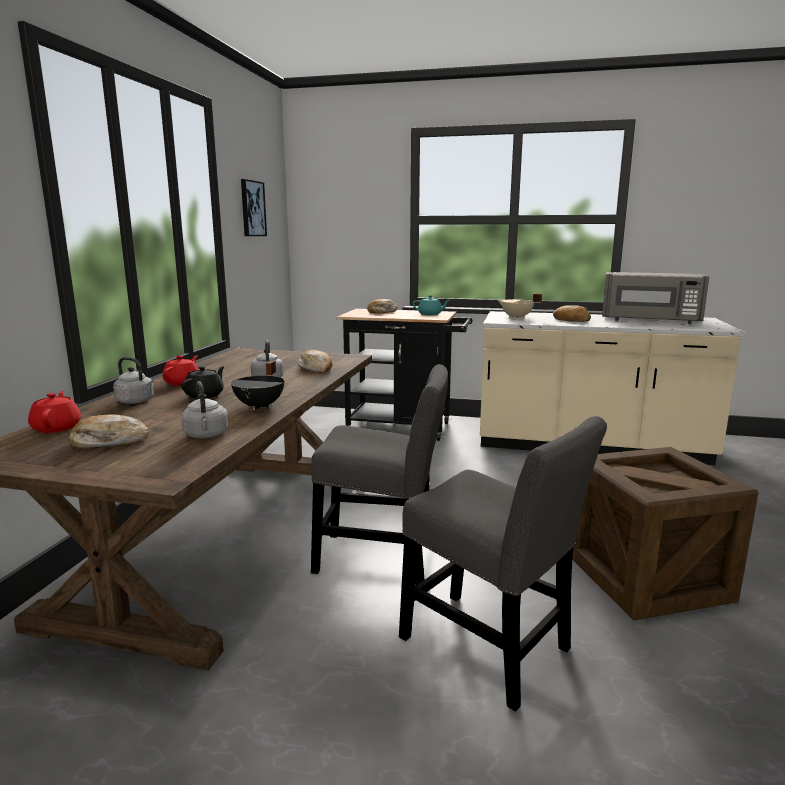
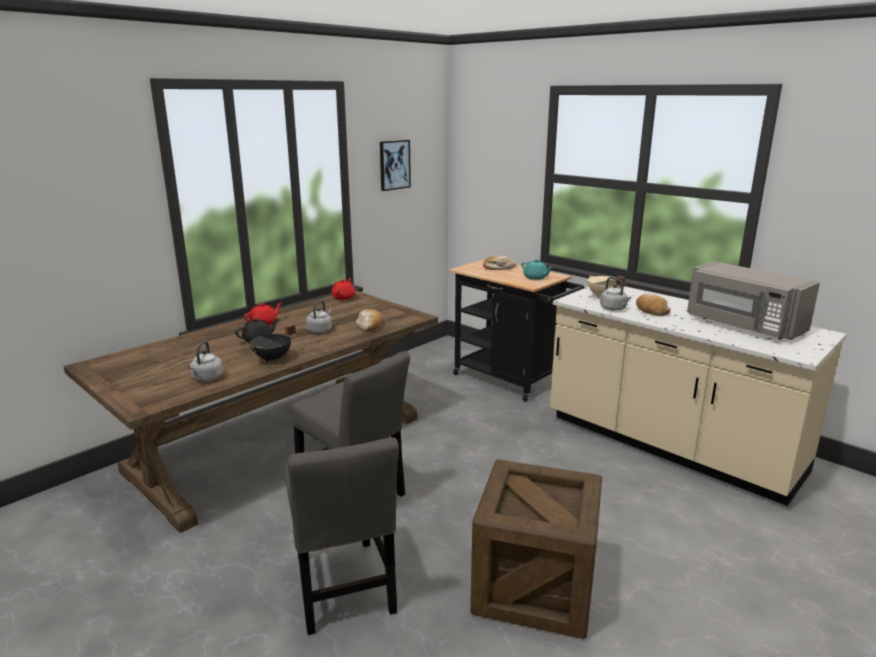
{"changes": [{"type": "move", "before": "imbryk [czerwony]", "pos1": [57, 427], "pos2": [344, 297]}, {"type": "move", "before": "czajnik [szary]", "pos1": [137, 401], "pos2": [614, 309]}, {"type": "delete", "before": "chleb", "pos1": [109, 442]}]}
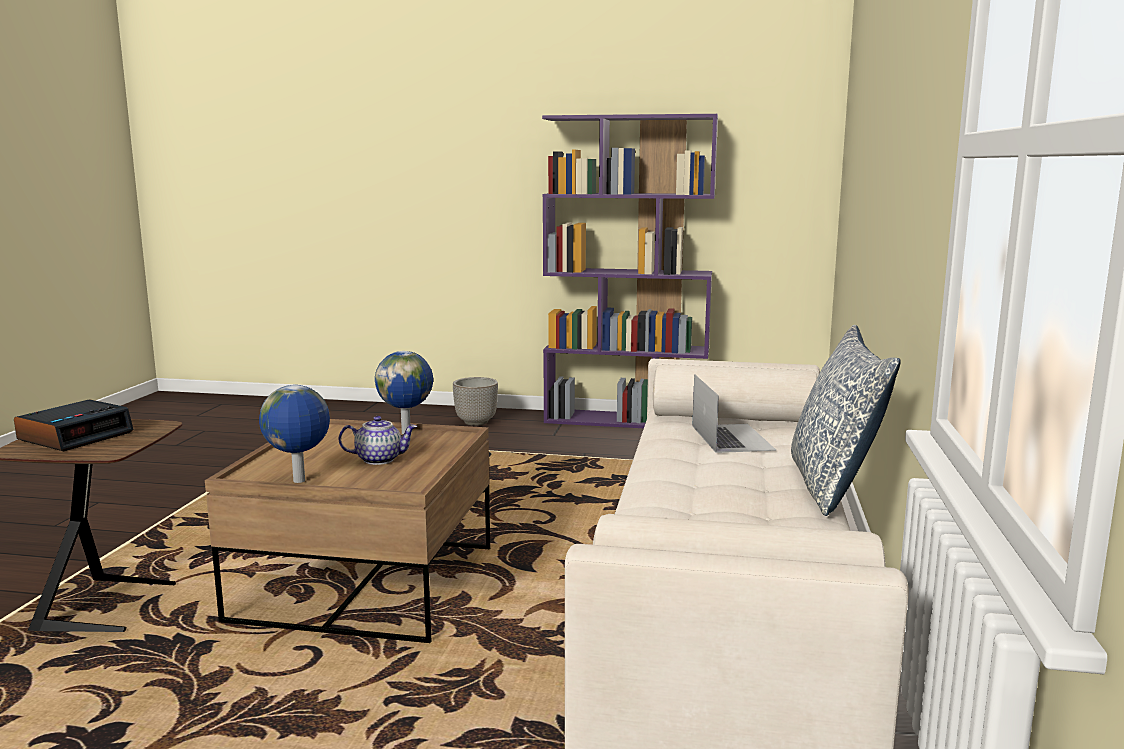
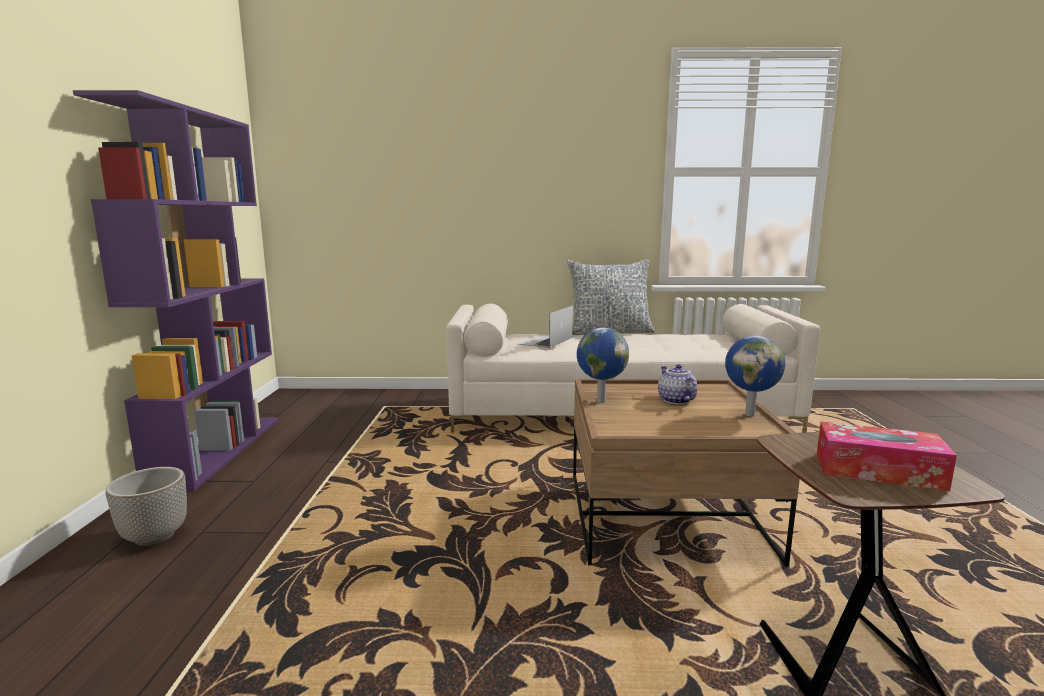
{"changes": [{"type": "rotate", "before": "laptop", "pos1": [731, 437], "pos2": [545, 341], "turn": -45}, {"type": "replace", "before": "budzik", "after": "pudełko chusteczek", "pos1": [76, 436], "pos2": [878, 470]}]}
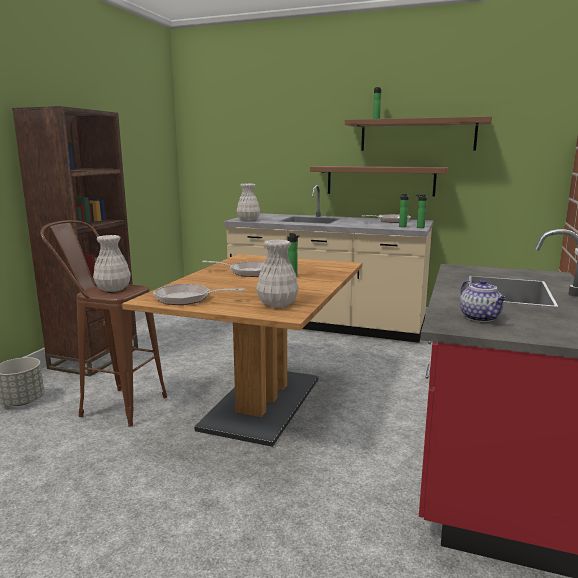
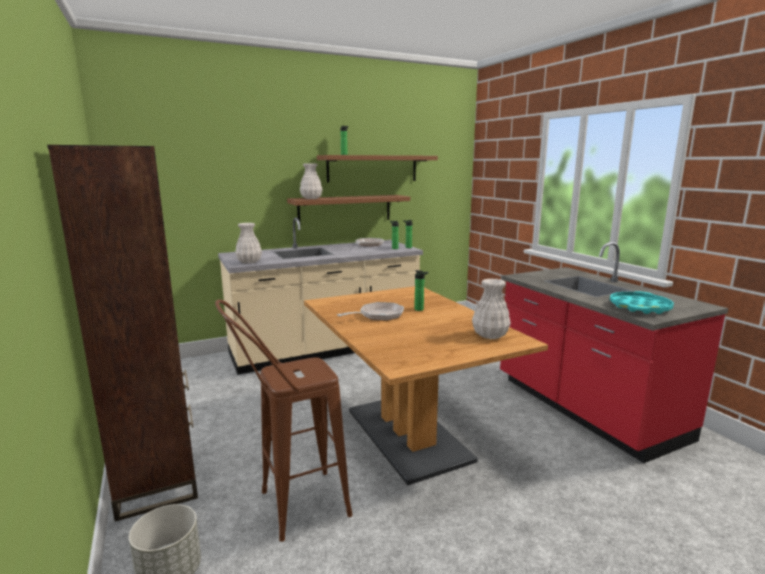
{"changes": [{"type": "move", "before": "wazon [biały]", "pos1": [113, 289], "pos2": [311, 198]}, {"type": "replace", "before": "imbryk", "after": "taca [turkusowy]", "pos1": [480, 318], "pos2": [640, 307]}, {"type": "delete", "before": "patelnia", "pos1": [187, 299]}]}
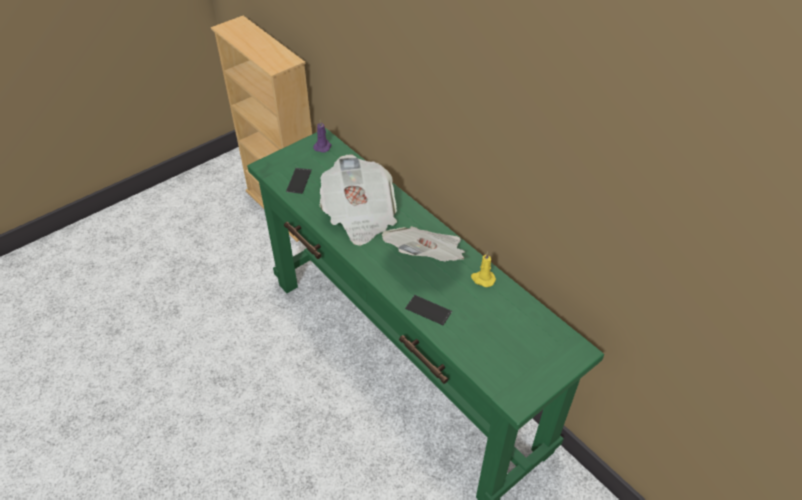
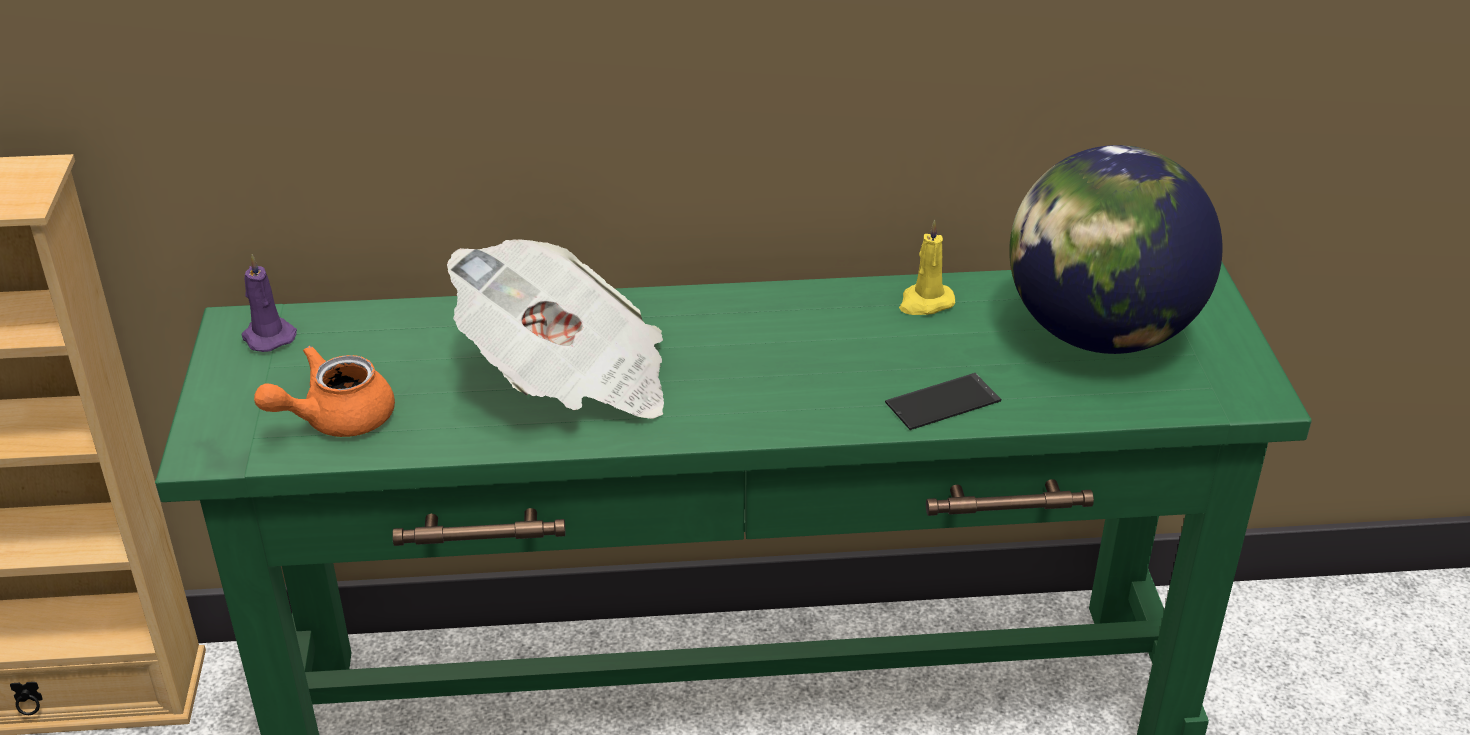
{"changes": [{"type": "replace", "before": "telefon", "after": "imbryk [pomarańczowy]", "pos1": [299, 181], "pos2": [335, 419]}, {"type": "insert", "after": "globus", "pos2": [1099, 334]}, {"type": "delete", "before": "gazeta", "pos1": [427, 258]}]}
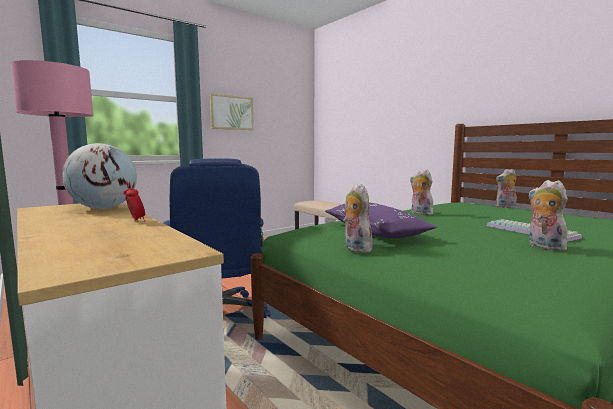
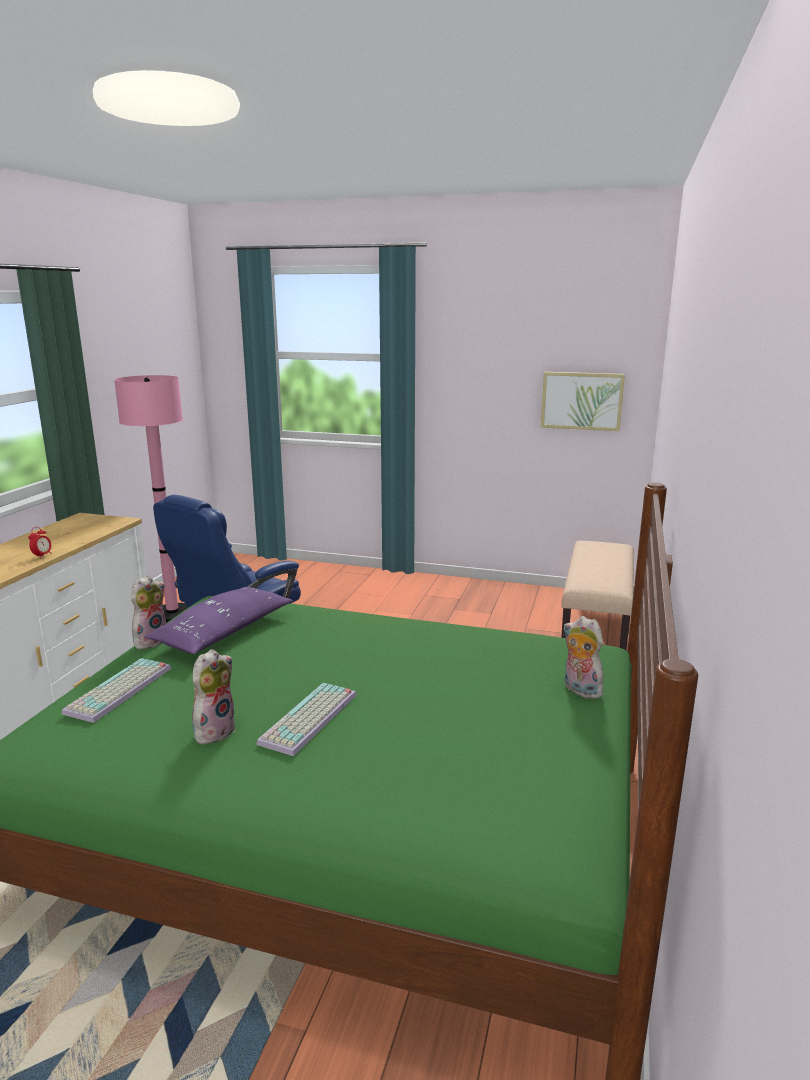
{"changes": [{"type": "insert", "after": "klawiatura", "pos2": [120, 691]}, {"type": "move", "before": "obraz", "pos1": [231, 112], "pos2": [581, 401]}, {"type": "delete", "before": "globus", "pos1": [103, 208]}, {"type": "delete", "before": "pluszak", "pos1": [420, 213]}]}
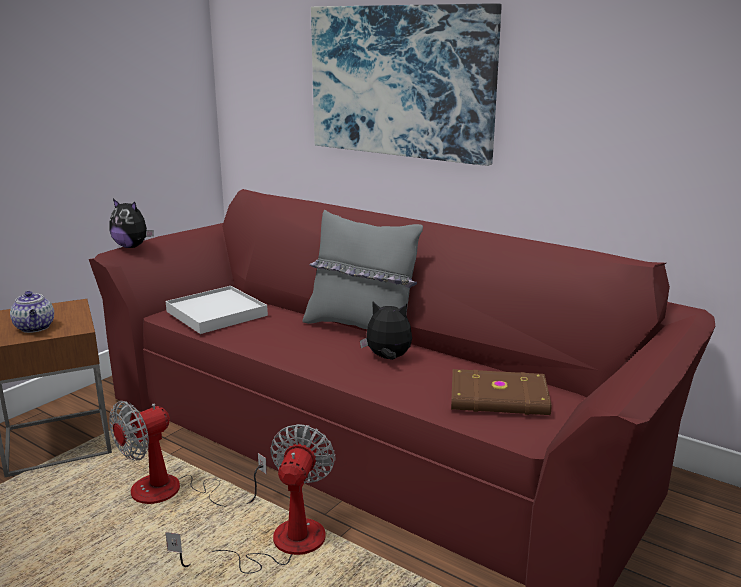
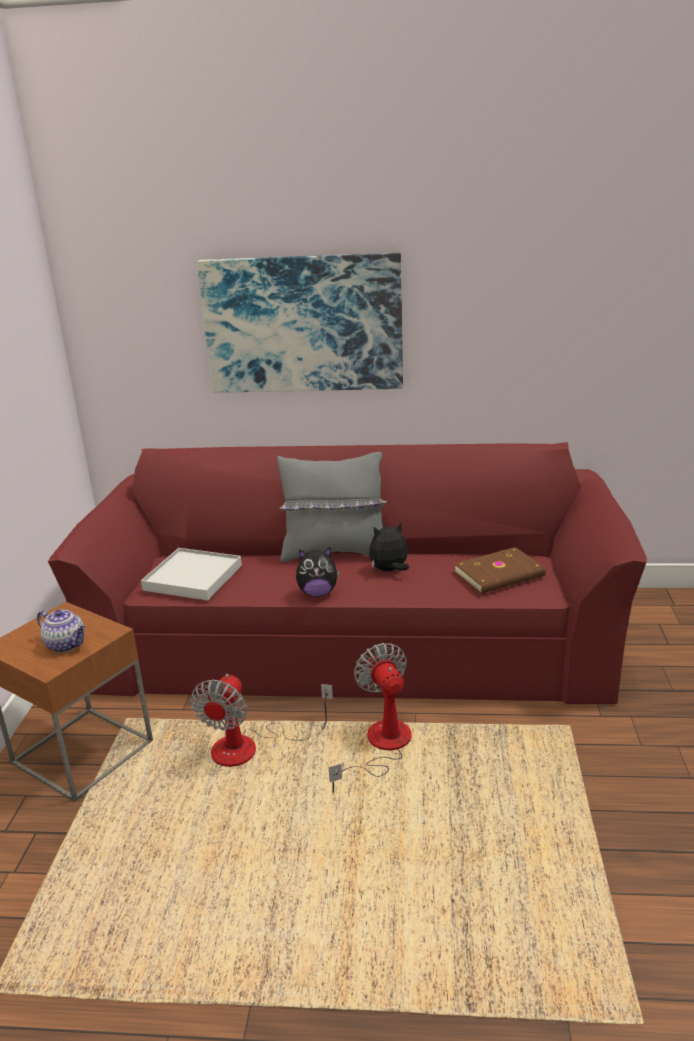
{"changes": [{"type": "move", "before": "pluszak", "pos1": [132, 247], "pos2": [318, 593]}]}
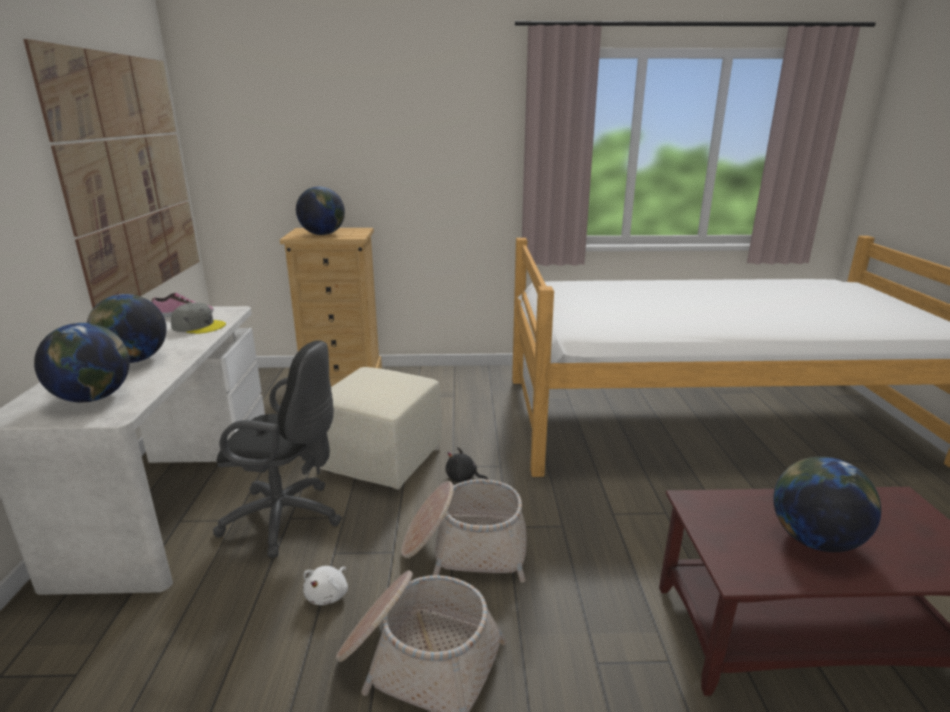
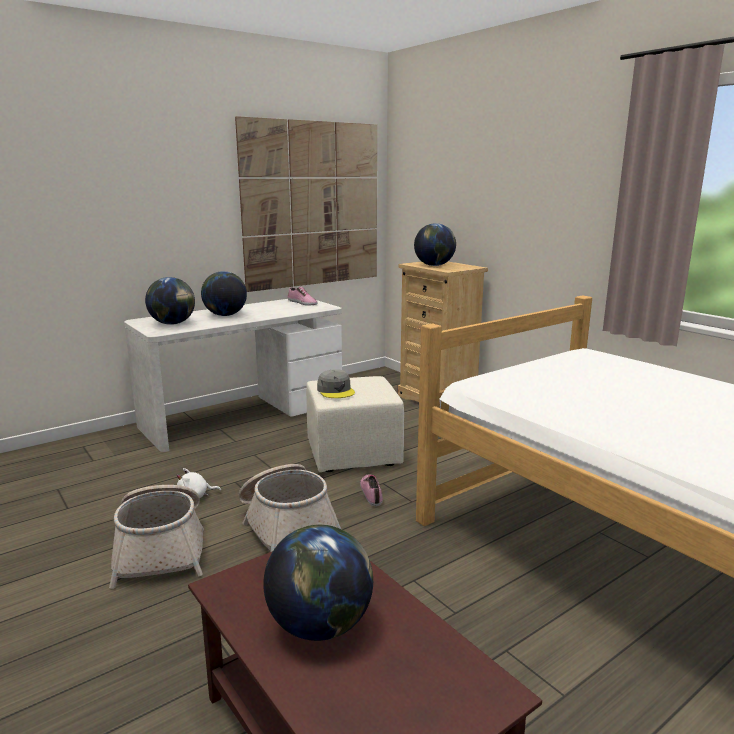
{"changes": [{"type": "move", "before": "czapka z daszkiem [szary]", "pos1": [198, 326], "pos2": [336, 390]}, {"type": "replace", "before": "pluszak [czarny]", "after": "but", "pos1": [463, 478], "pos2": [372, 493]}, {"type": "delete", "before": "krzesło biurowe [czarny]", "pos1": [288, 519]}]}
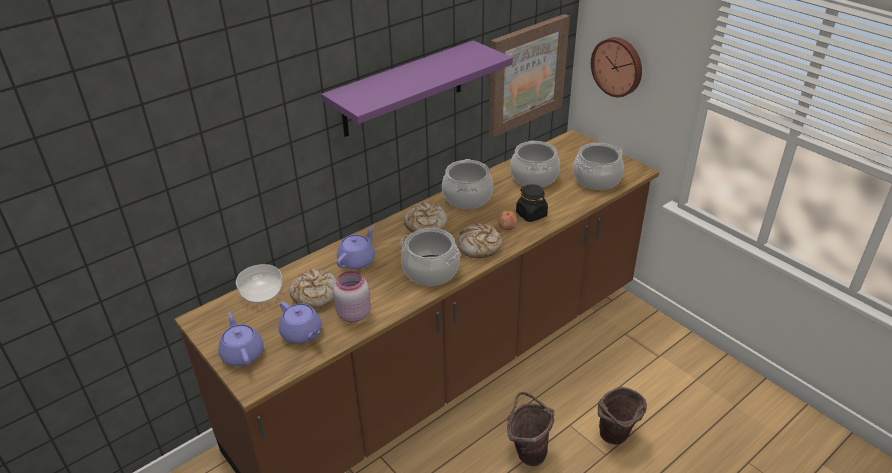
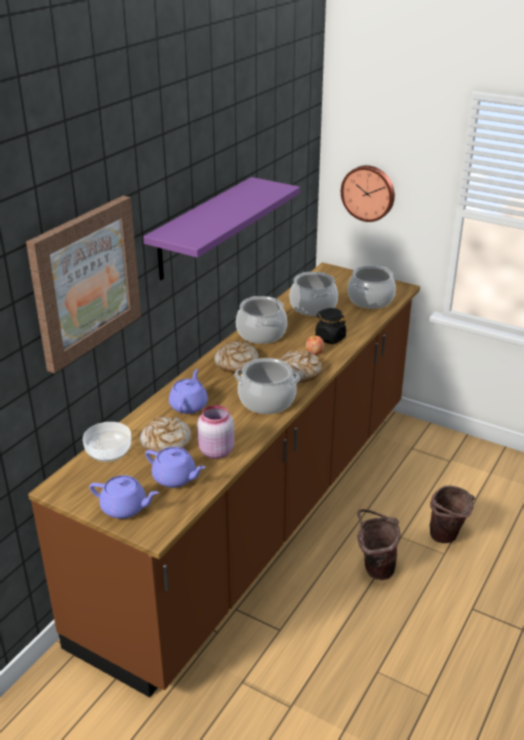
{"changes": [{"type": "move", "before": "obraz", "pos1": [526, 74], "pos2": [85, 281]}, {"type": "rotate", "before": "imbryk [fioletowy]", "pos1": [242, 353], "pos2": [125, 508], "turn": 150}]}
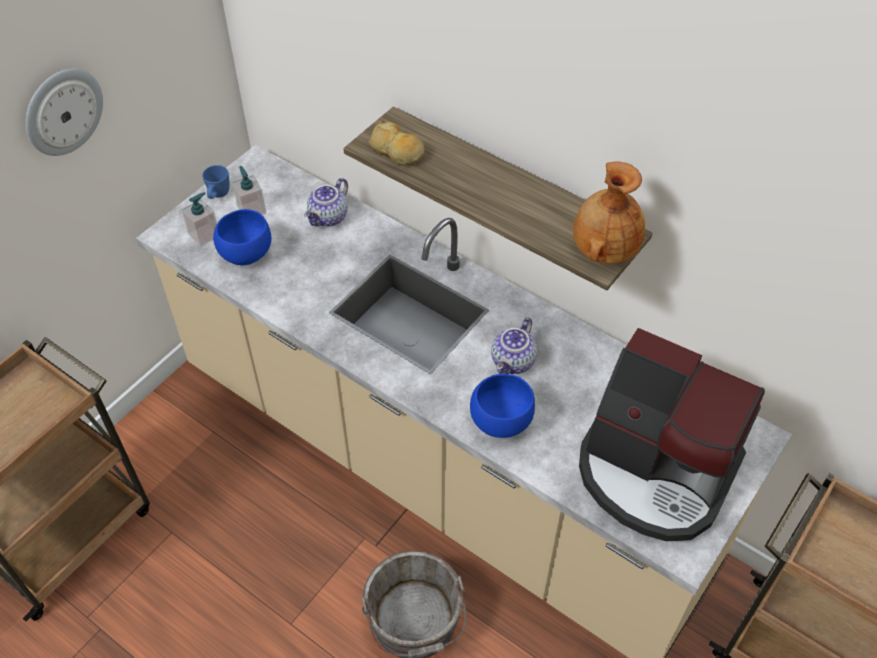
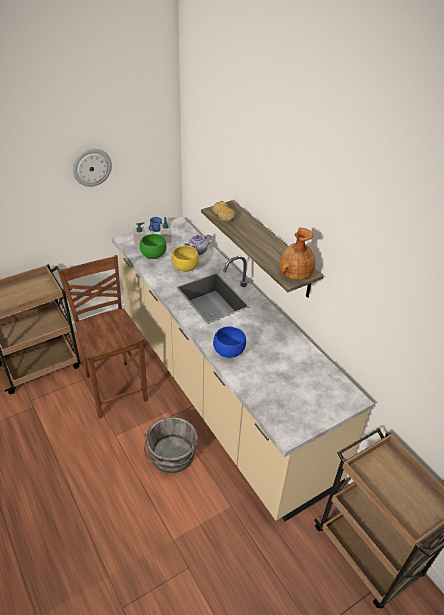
{"changes": [{"type": "insert", "after": "krzesło [brązowy]", "pos2": [115, 387]}, {"type": "recolor", "before": "miska [niebieski]", "after": "miska [zielony]", "pos1": [245, 254], "pos2": [153, 255]}, {"type": "insert", "after": "miska [żółty]", "pos2": [186, 268]}, {"type": "delete", "before": "imbryk", "pos1": [514, 362]}, {"type": "delete", "before": "ekspres do kawy", "pos1": [655, 472]}]}
